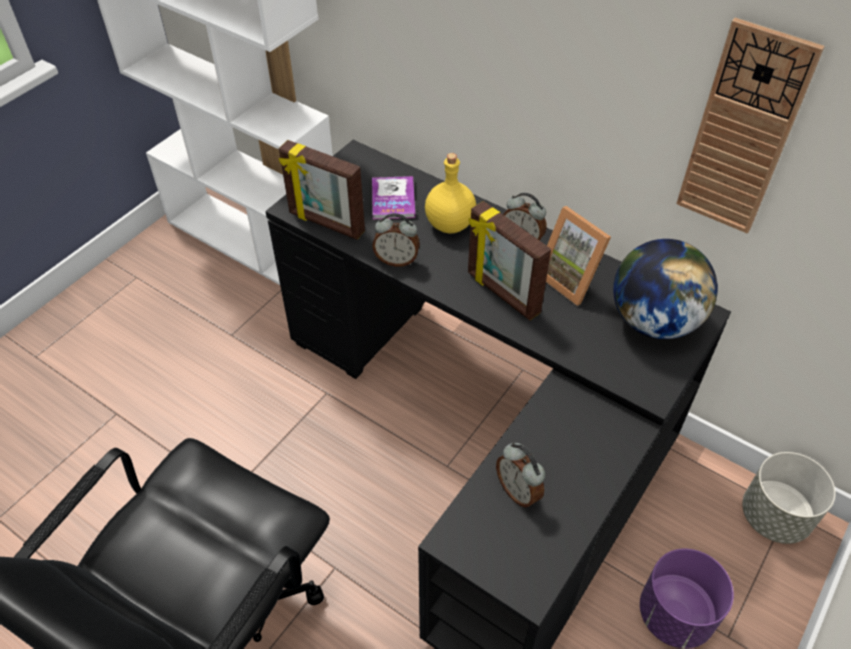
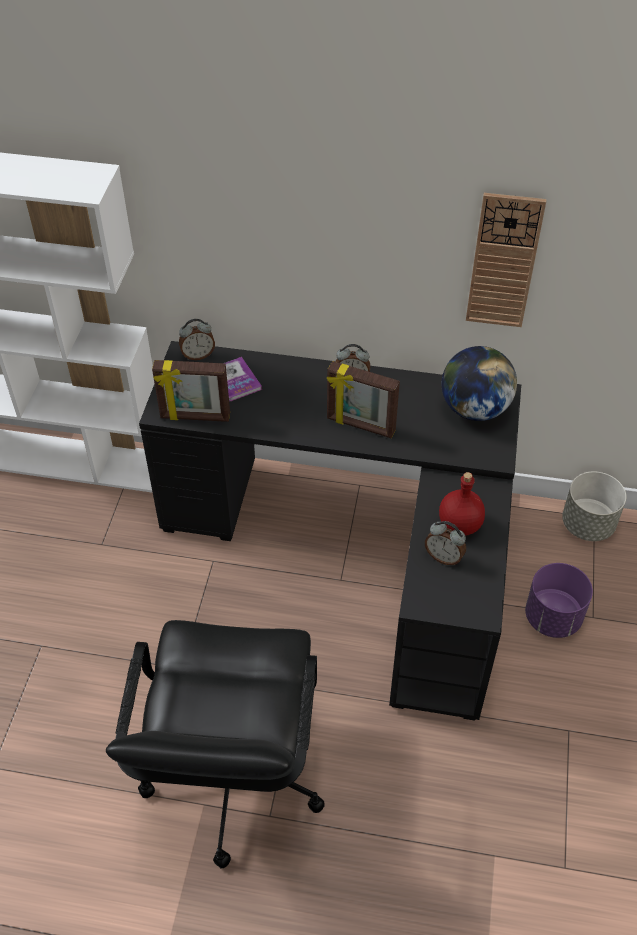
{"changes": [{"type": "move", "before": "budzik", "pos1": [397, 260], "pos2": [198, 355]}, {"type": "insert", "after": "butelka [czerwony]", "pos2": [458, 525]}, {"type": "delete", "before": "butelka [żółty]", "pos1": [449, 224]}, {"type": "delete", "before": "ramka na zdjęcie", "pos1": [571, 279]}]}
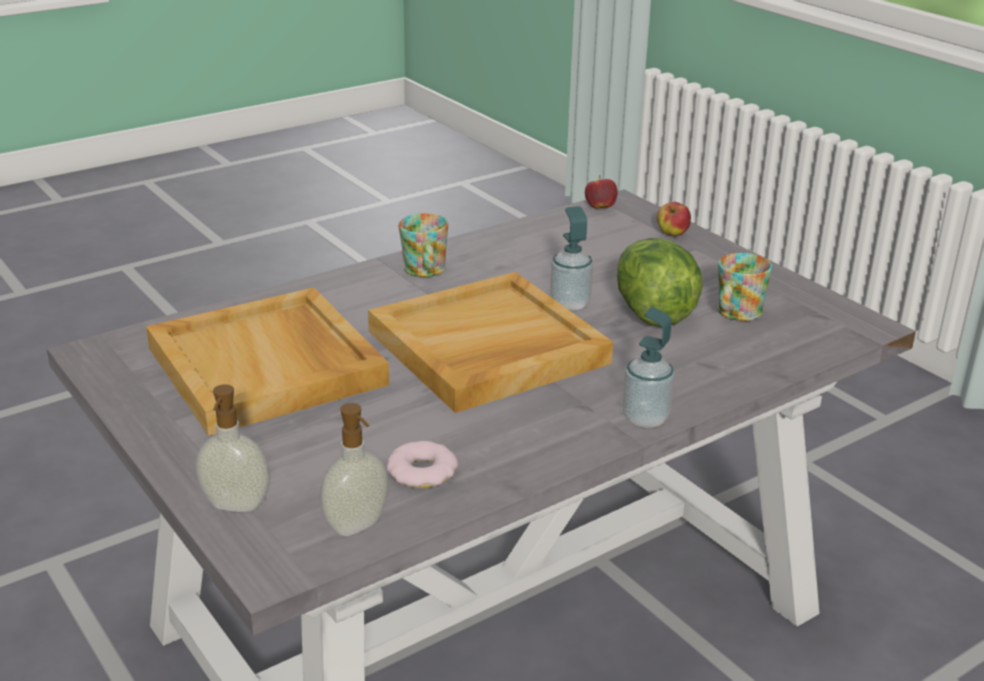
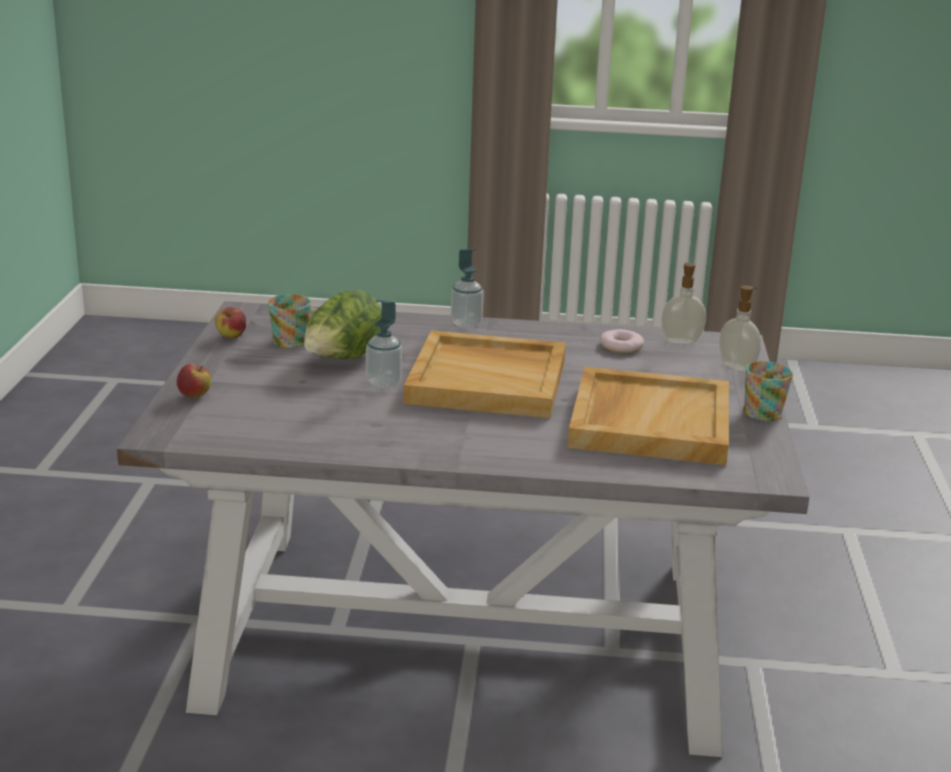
{"changes": [{"type": "move", "before": "jabłko", "pos1": [600, 207], "pos2": [231, 337]}, {"type": "move", "before": "kubek", "pos1": [424, 271], "pos2": [765, 410]}]}
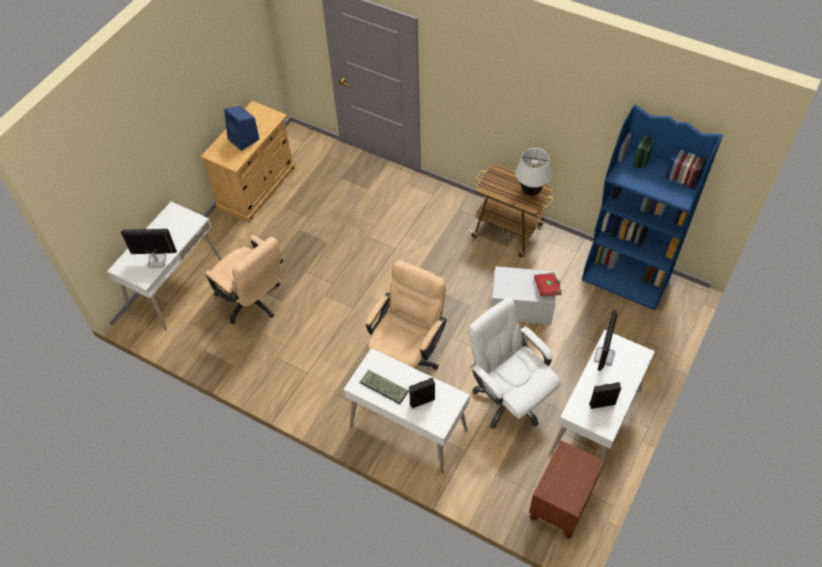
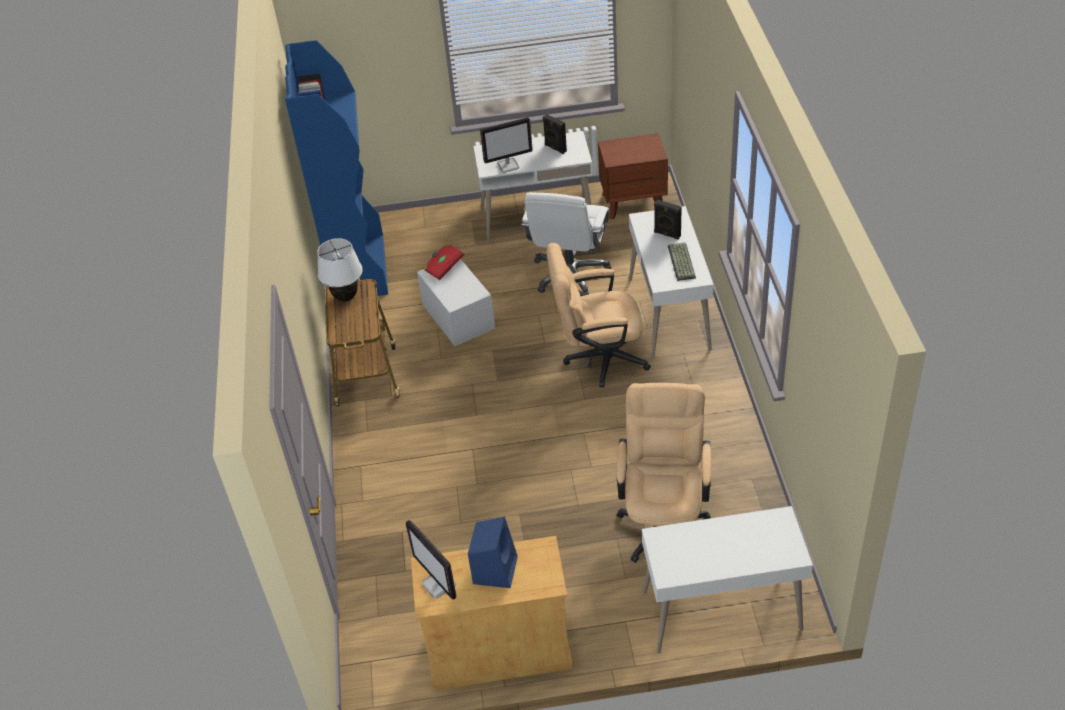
{"changes": [{"type": "move", "before": "monitor", "pos1": [156, 261], "pos2": [439, 584]}]}
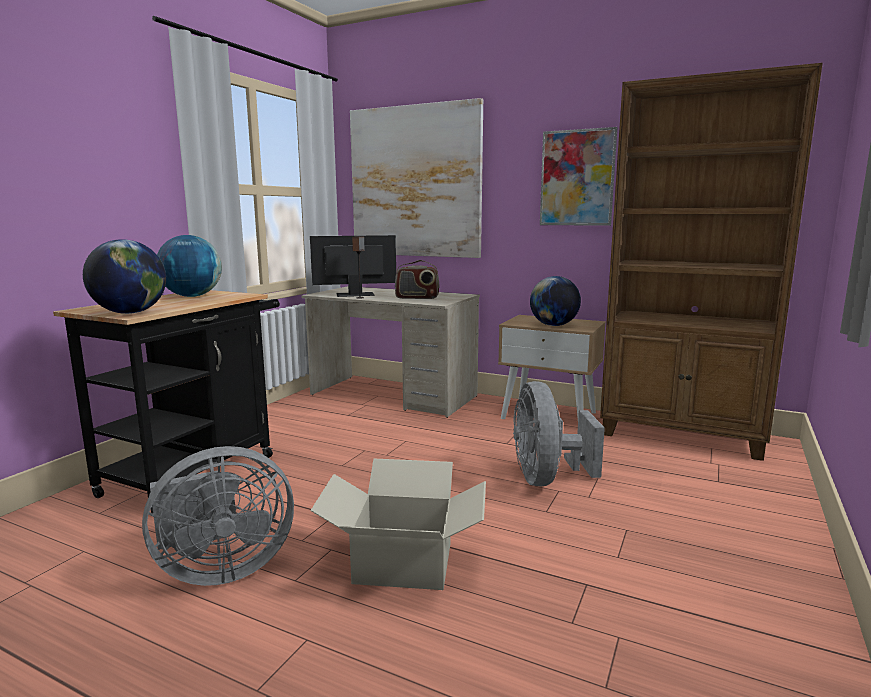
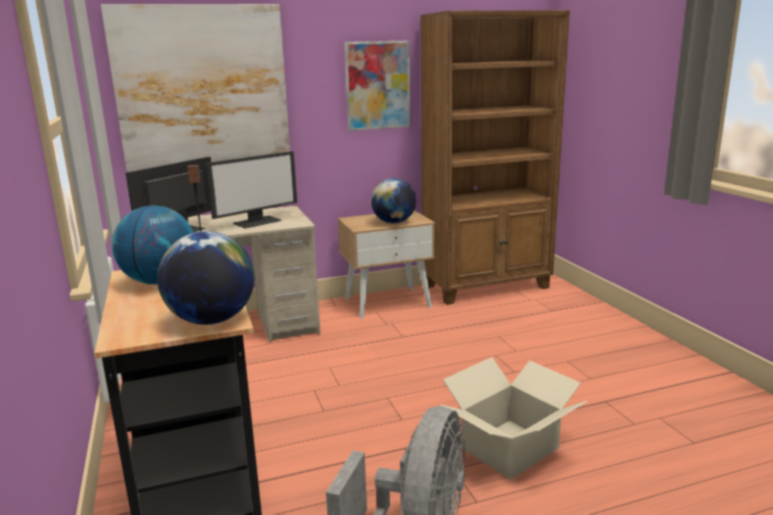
{"changes": [{"type": "replace", "before": "radio", "after": "monitor", "pos1": [417, 297], "pos2": [257, 222]}, {"type": "delete", "before": "wentylator [szary]", "pos1": [546, 478]}]}
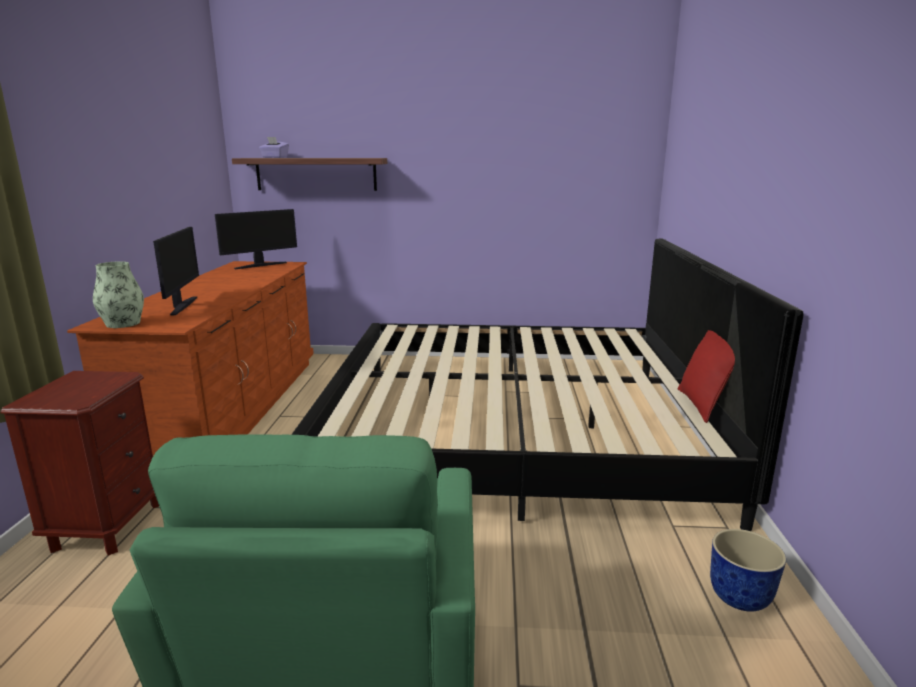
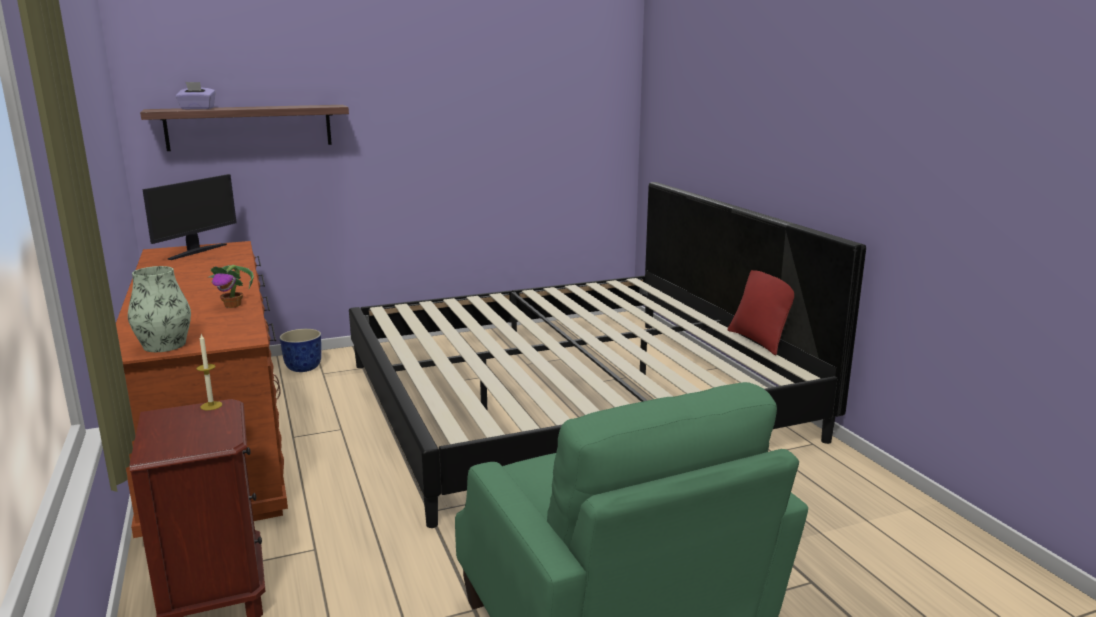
{"changes": [{"type": "insert", "after": "świeca", "pos2": [211, 406]}, {"type": "insert", "after": "roślina doniczkowa", "pos2": [233, 305]}, {"type": "move", "before": "donica", "pos1": [739, 597], "pos2": [303, 368]}, {"type": "delete", "before": "monitor", "pos1": [182, 306]}]}
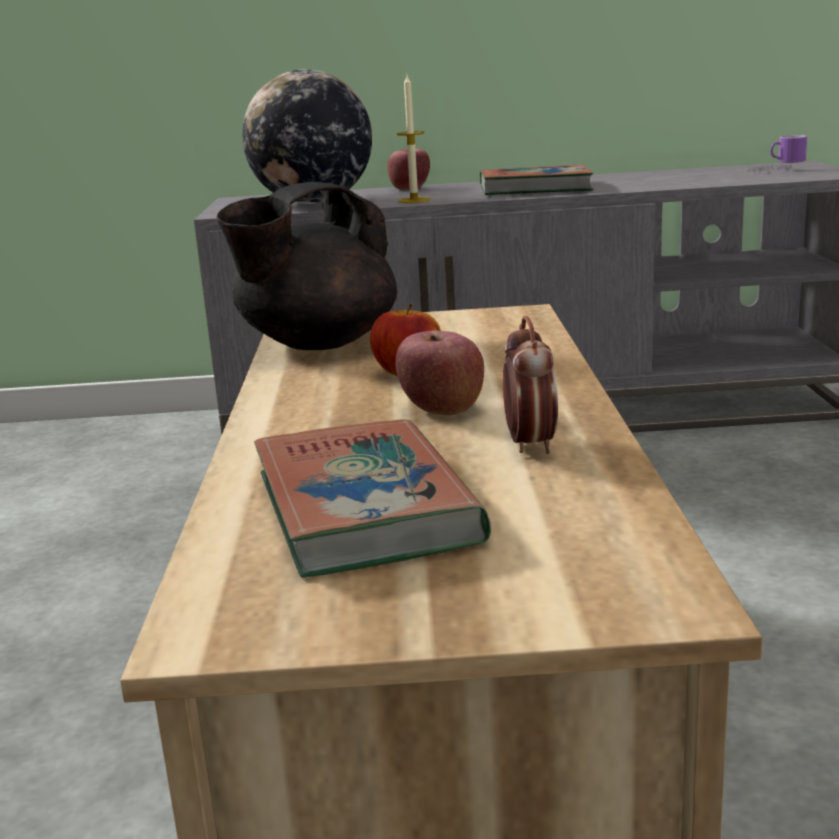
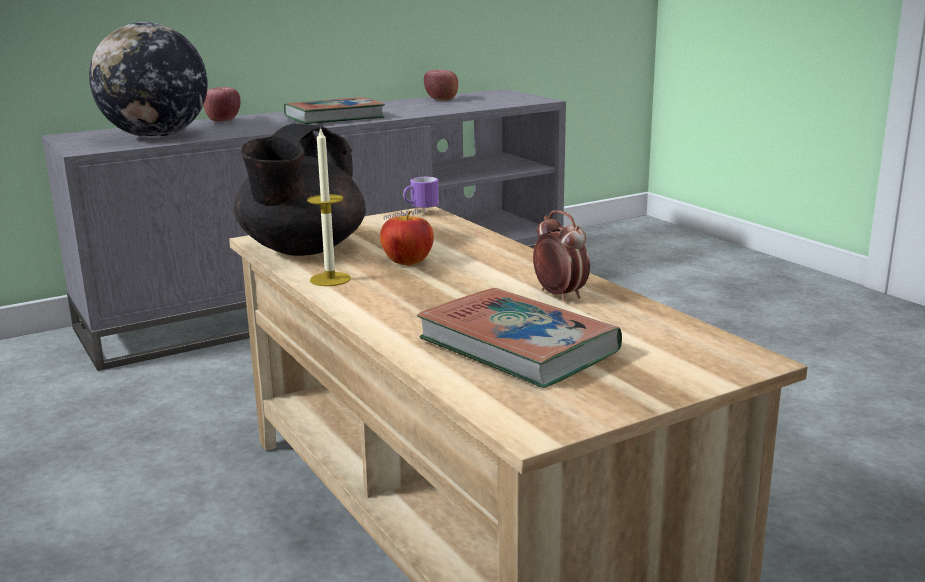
{"changes": [{"type": "move", "before": "świeca", "pos1": [414, 200], "pos2": [330, 279]}, {"type": "move", "before": "kubek", "pos1": [775, 170], "pos2": [410, 215]}, {"type": "move", "before": "jabłko", "pos1": [441, 409], "pos2": [441, 99]}]}
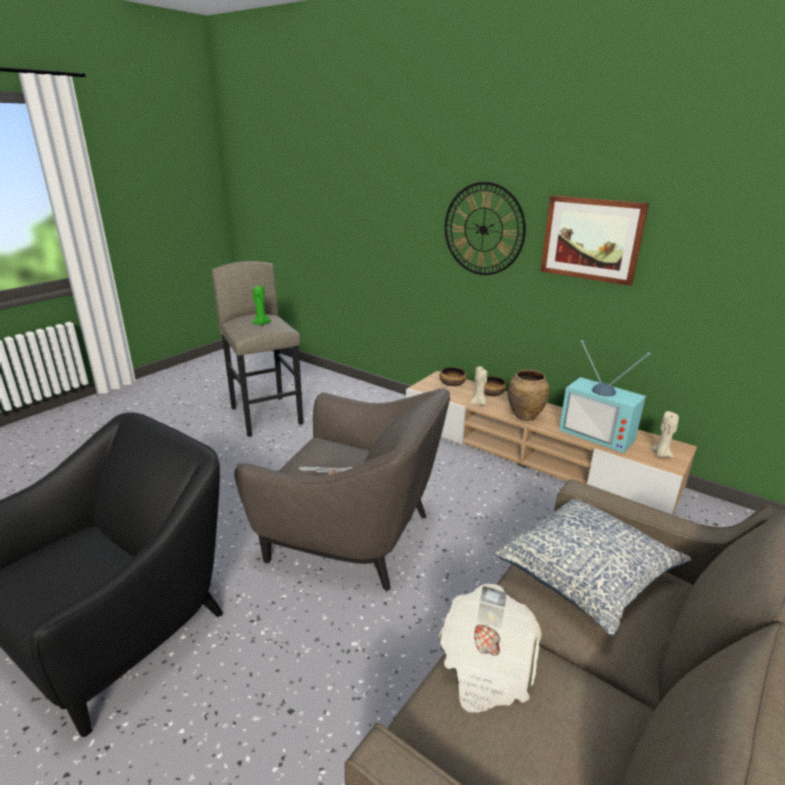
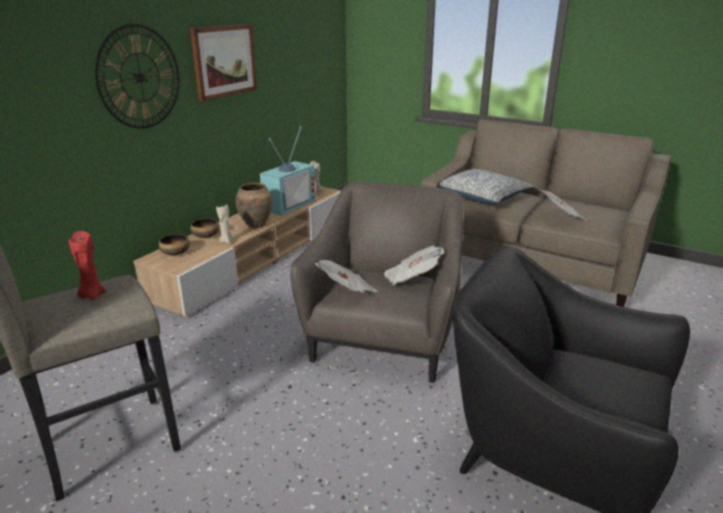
{"changes": [{"type": "recolor", "before": "świeca [zielony]", "after": "świeca [czerwony]", "pos1": [261, 323], "pos2": [92, 295]}, {"type": "insert", "after": "gazeta", "pos2": [347, 291]}]}
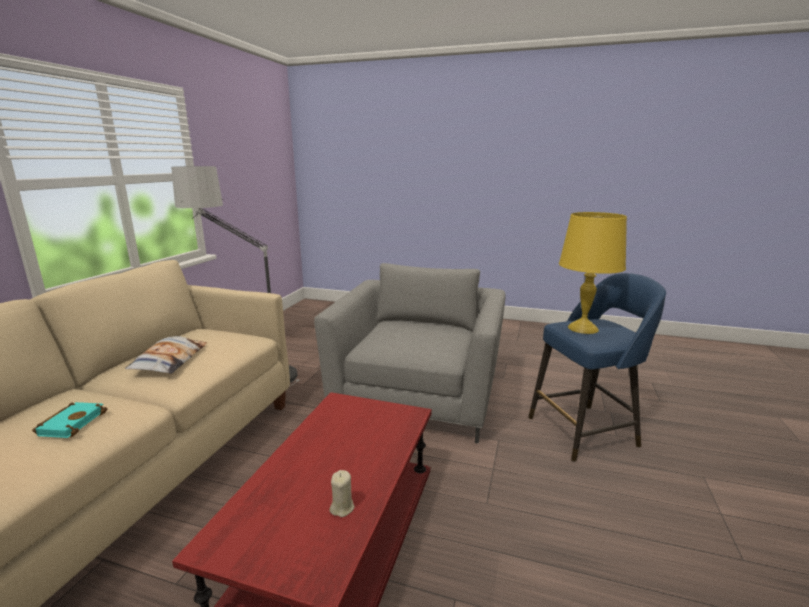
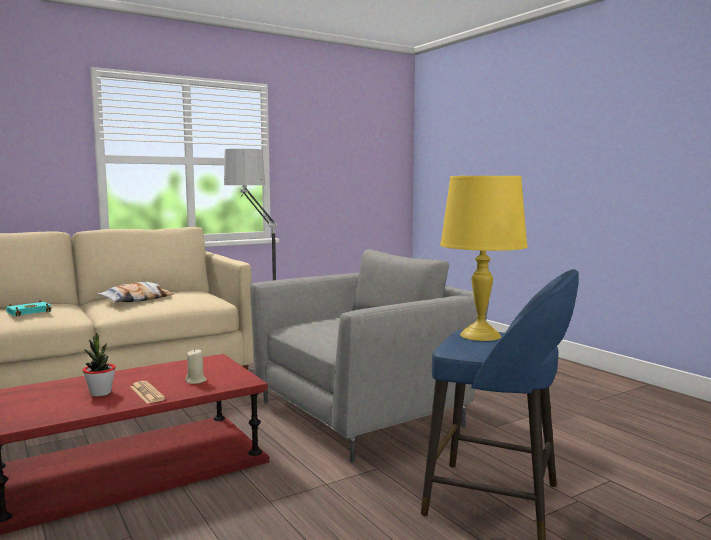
{"changes": [{"type": "insert", "after": "roślina doniczkowa", "pos2": [100, 393]}, {"type": "insert", "after": "gazeta", "pos2": [147, 393]}, {"type": "move", "before": "świeca [beżowy]", "pos1": [342, 507], "pos2": [196, 381]}]}
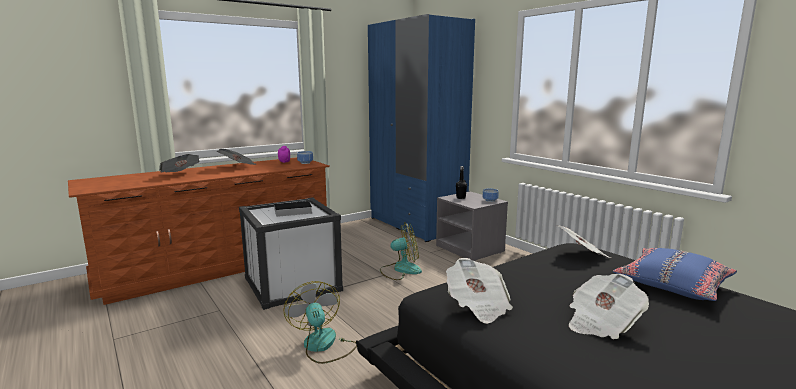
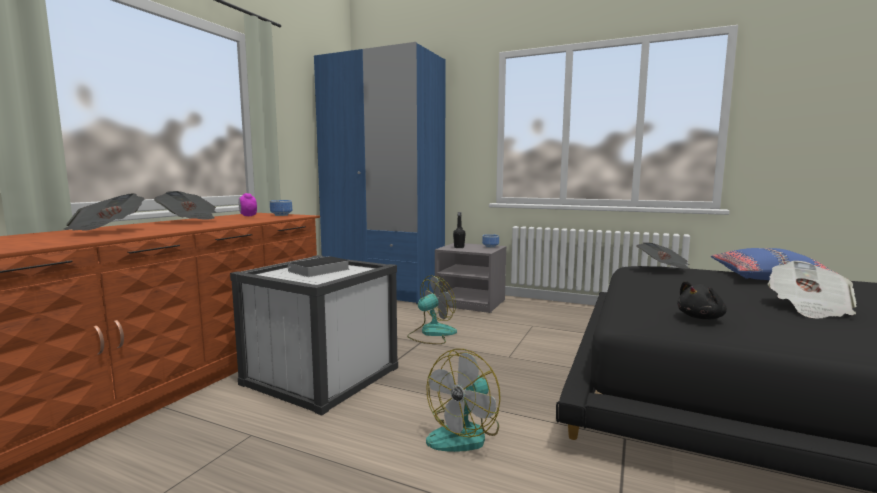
{"changes": [{"type": "rotate", "before": "wentylator", "pos1": [323, 346], "pos2": [465, 433], "turn": -90}, {"type": "replace", "before": "gazeta", "after": "pluszak [czarny]", "pos1": [478, 306], "pos2": [701, 317]}]}
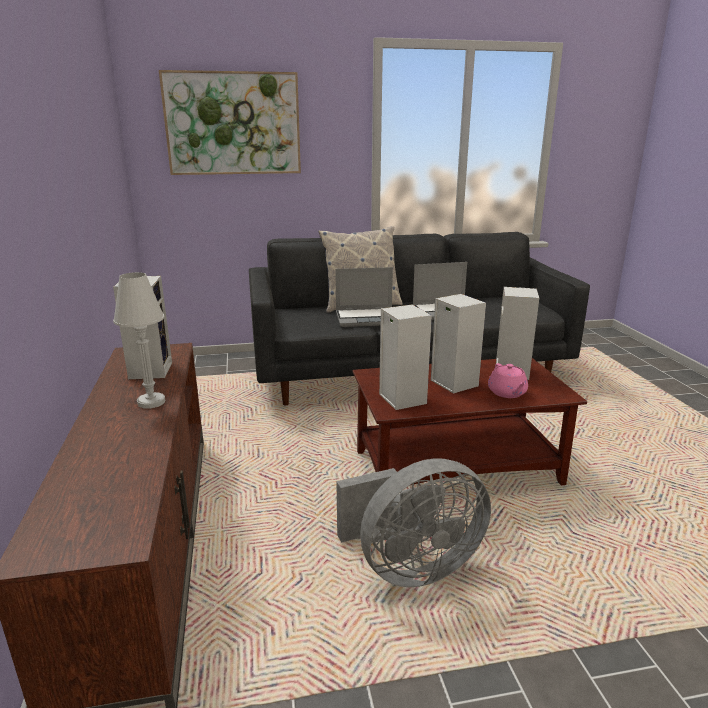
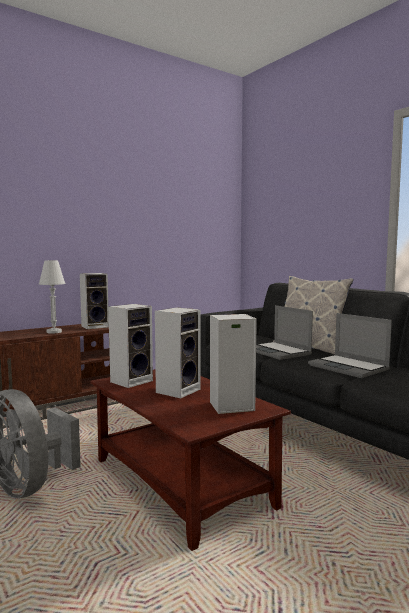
{"changes": [{"type": "delete", "before": "obraz", "pos1": [233, 124]}, {"type": "delete", "before": "imbryk [różowy]", "pos1": [507, 393]}]}
